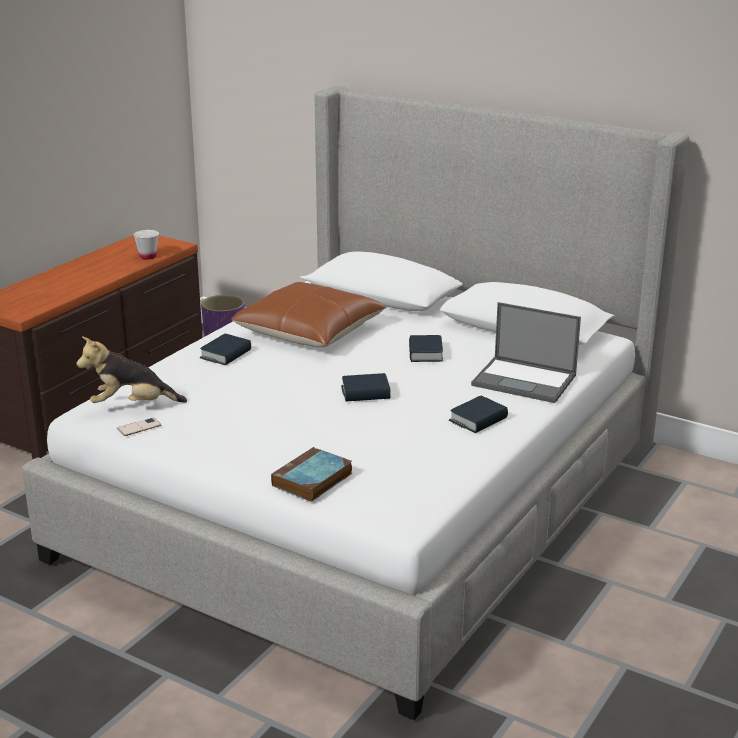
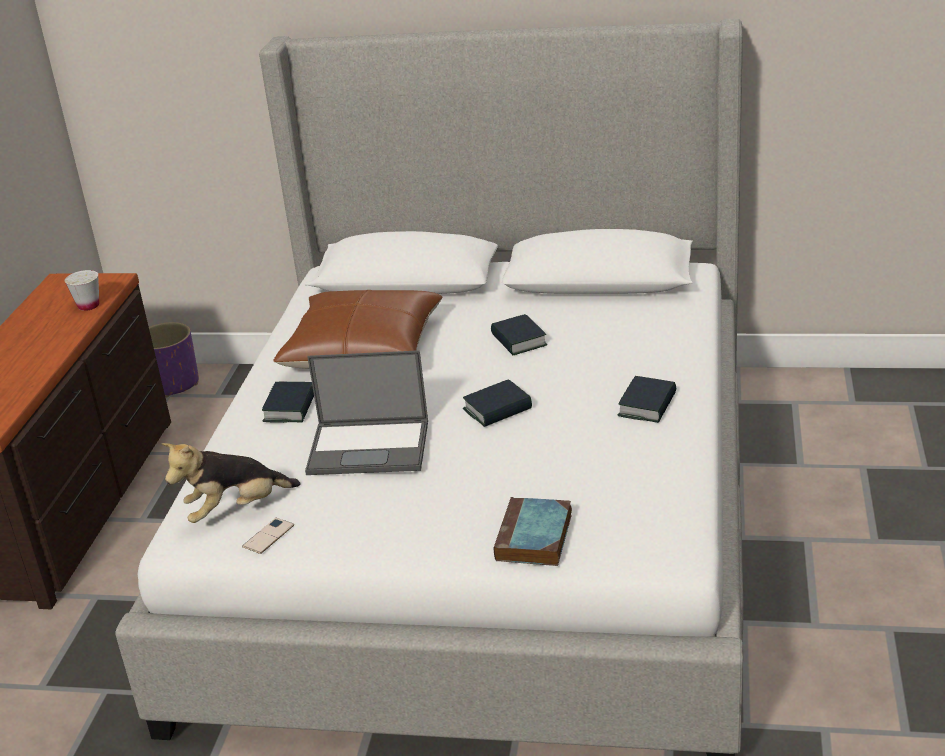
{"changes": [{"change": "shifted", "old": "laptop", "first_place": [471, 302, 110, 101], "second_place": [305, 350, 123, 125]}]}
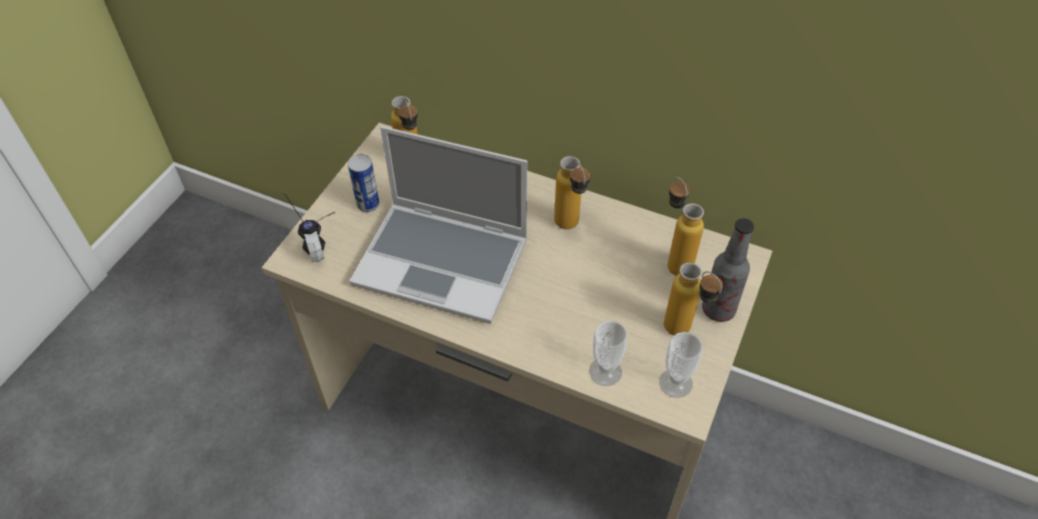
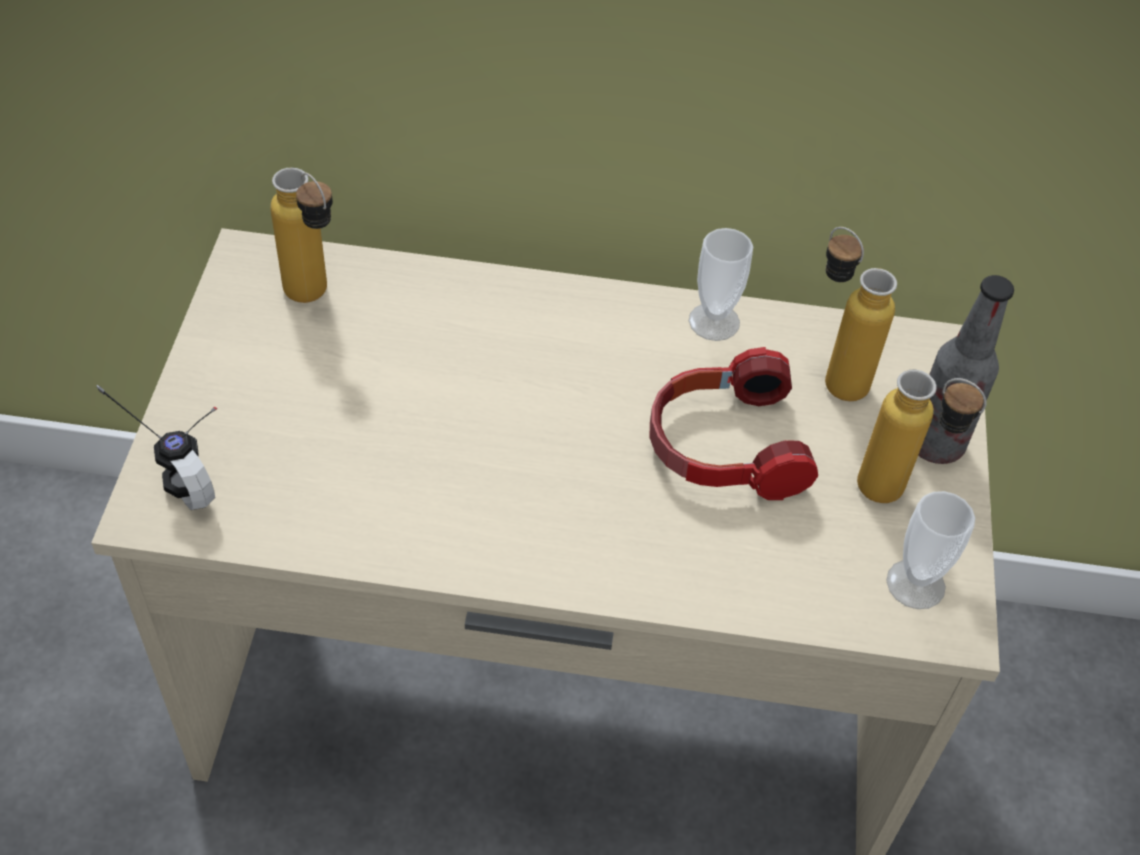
{"changes": [{"change": "new", "new": "headphones", "second_place": [650, 347, 168, 153]}, {"change": "shifted", "old": "cup", "first_place": [589, 321, 38, 65], "second_place": [689, 228, 64, 113]}, {"change": "gone", "old": "can", "first_place": [348, 154, 31, 58]}, {"change": "gone", "old": "laptop", "first_place": [349, 126, 178, 198]}, {"change": "gone", "old": "bottle", "first_place": [554, 156, 36, 73]}]}
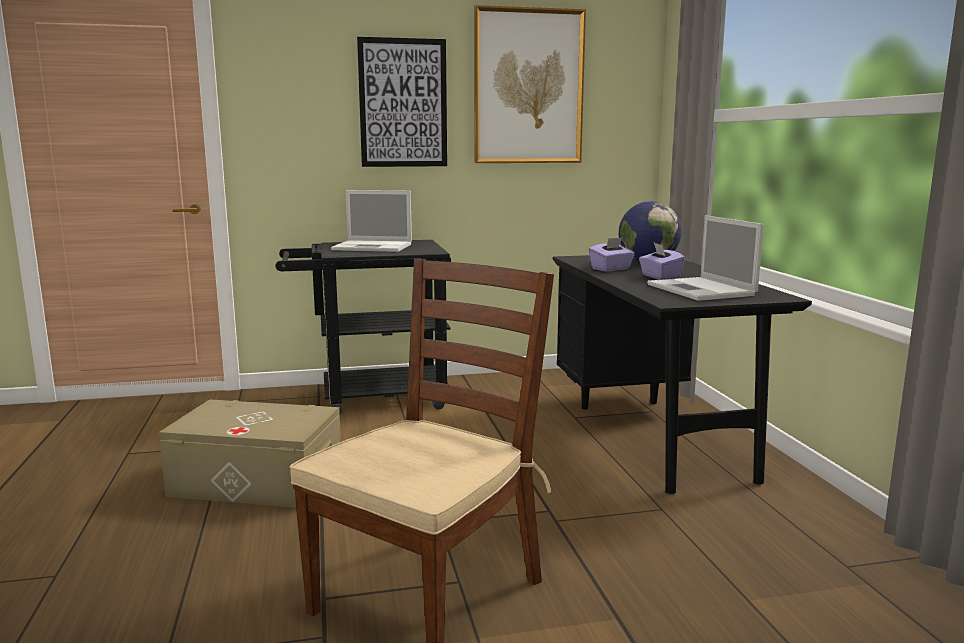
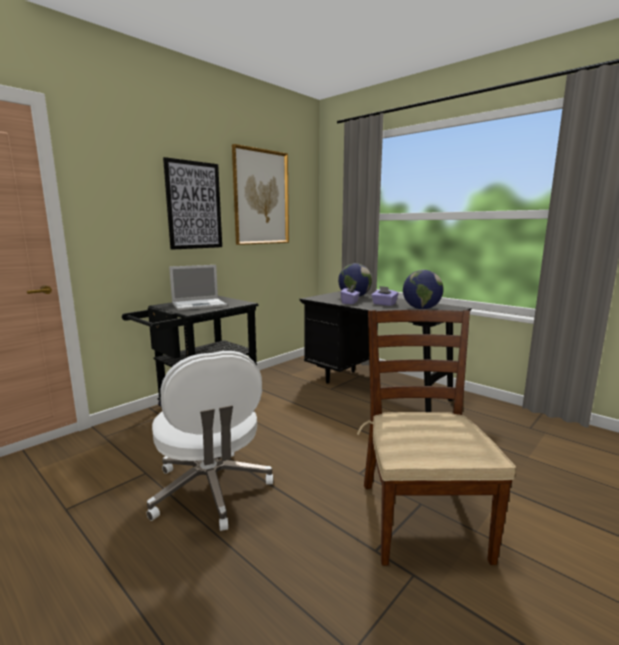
{"changes": [{"change": "swapped", "old": "storage box/beige", "new": "office chair/white", "first_place": [159, 399, 182, 109], "second_place": [147, 351, 126, 180]}, {"change": "swapped", "old": "laptop", "new": "globe", "first_place": [647, 215, 117, 86], "second_place": [403, 270, 41, 39]}]}
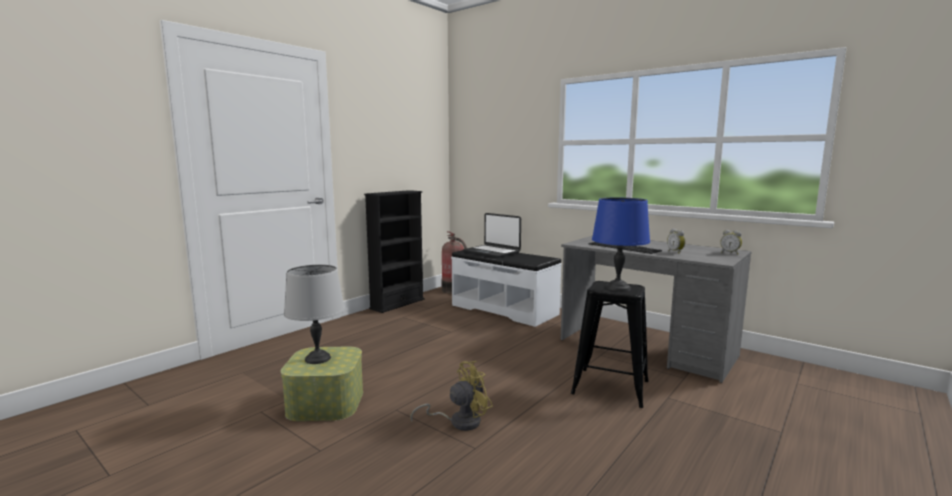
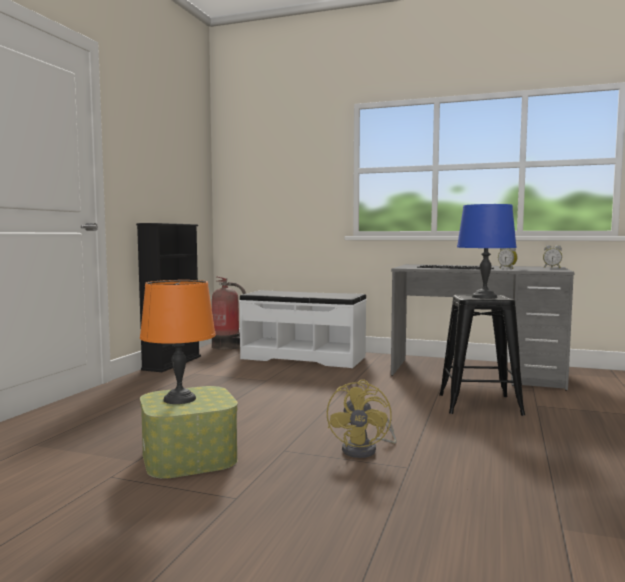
{"changes": [{"change": "repainted", "old": "table lamp/grey", "new": "table lamp/orange", "first_place": [284, 264, 61, 100], "second_place": [140, 280, 76, 124]}, {"change": "rotated", "old": "fan/yellow", "first_place": [410, 361, 83, 70], "second_place": [327, 379, 69, 79], "degrees": 150}, {"change": "gone", "old": "laptop", "first_place": [463, 213, 58, 45]}]}
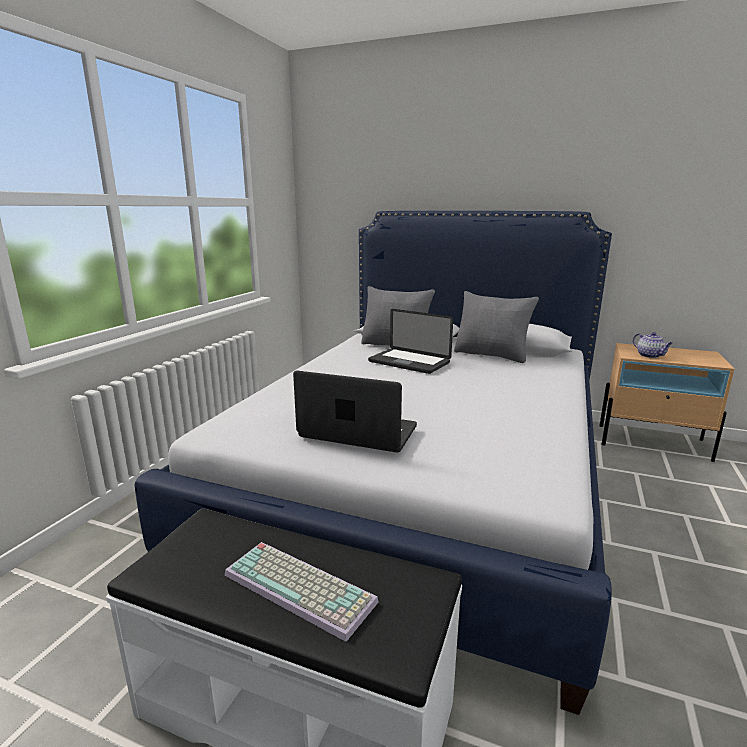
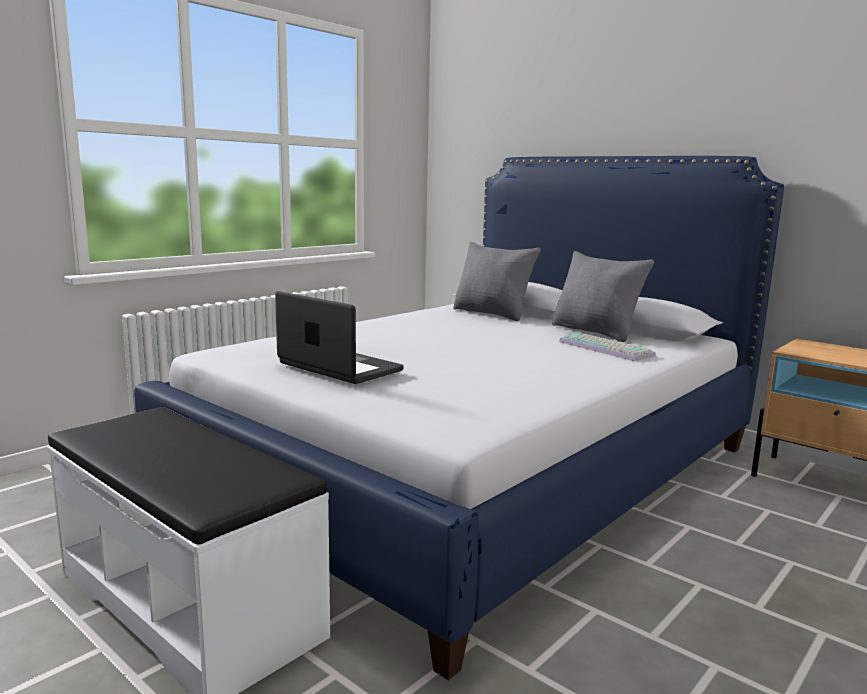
{"changes": [{"change": "shifted", "old": "keyboard", "first_place": [225, 542, 154, 100], "second_place": [559, 333, 97, 28]}, {"change": "gone", "old": "laptop", "first_place": [368, 309, 85, 65]}, {"change": "gone", "old": "teapot", "first_place": [633, 332, 40, 26]}]}
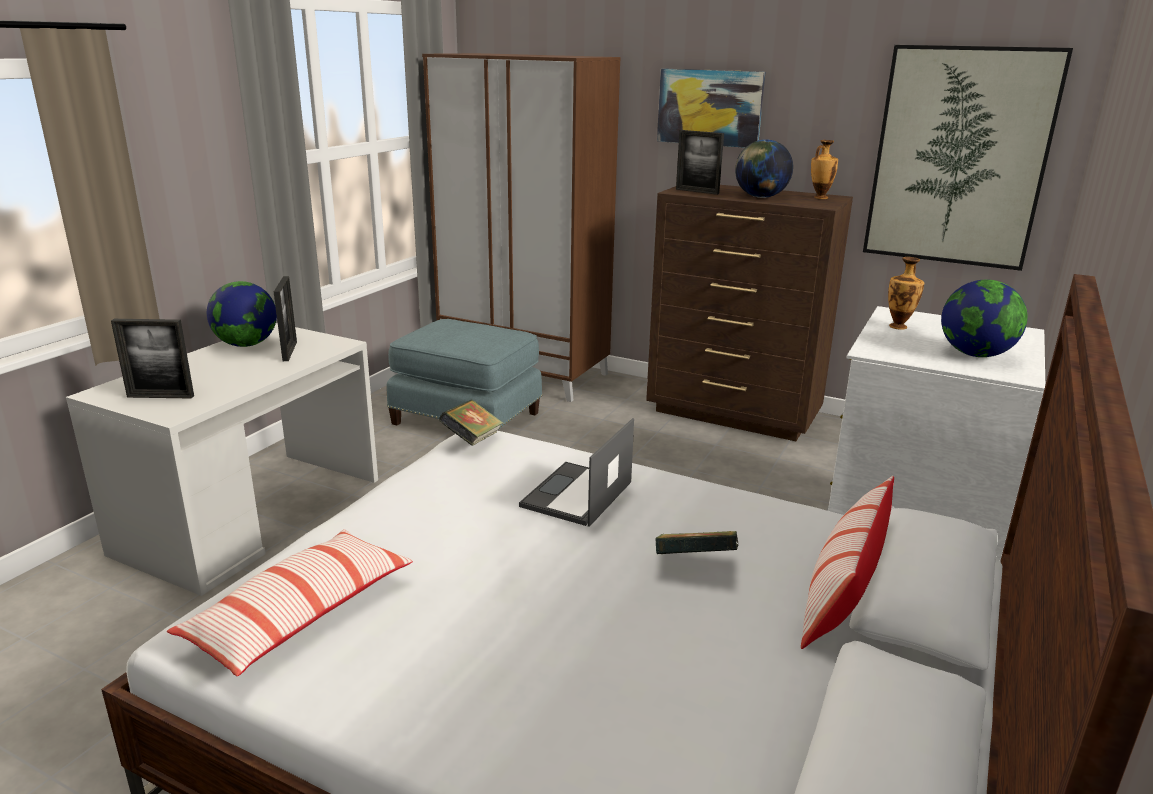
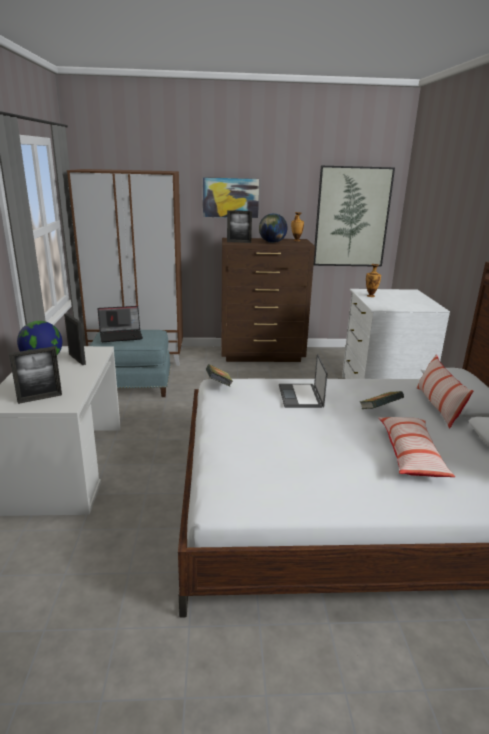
{"changes": [{"change": "new", "new": "laptop", "second_place": [97, 306, 46, 36]}, {"change": "shifted", "old": "pillow", "first_place": [167, 529, 246, 147], "second_place": [378, 417, 77, 60]}, {"change": "gone", "old": "globe", "first_place": [941, 280, 87, 77]}]}
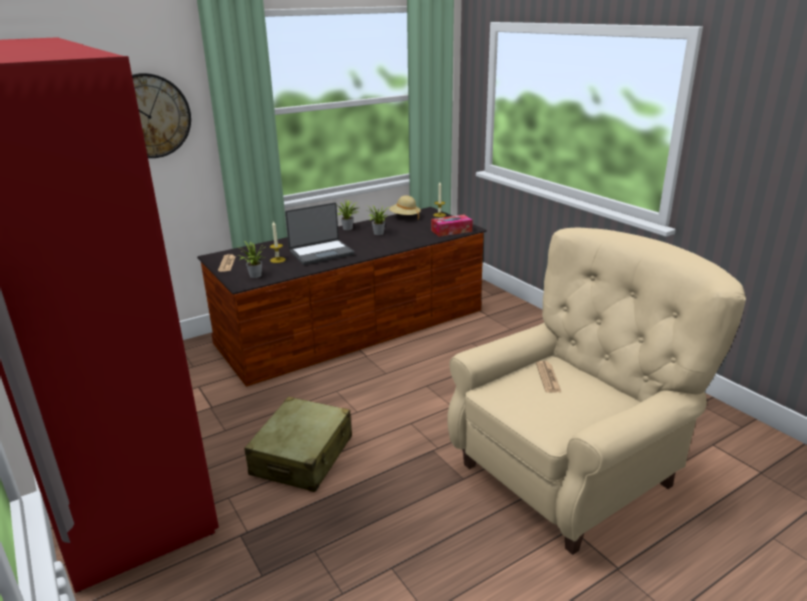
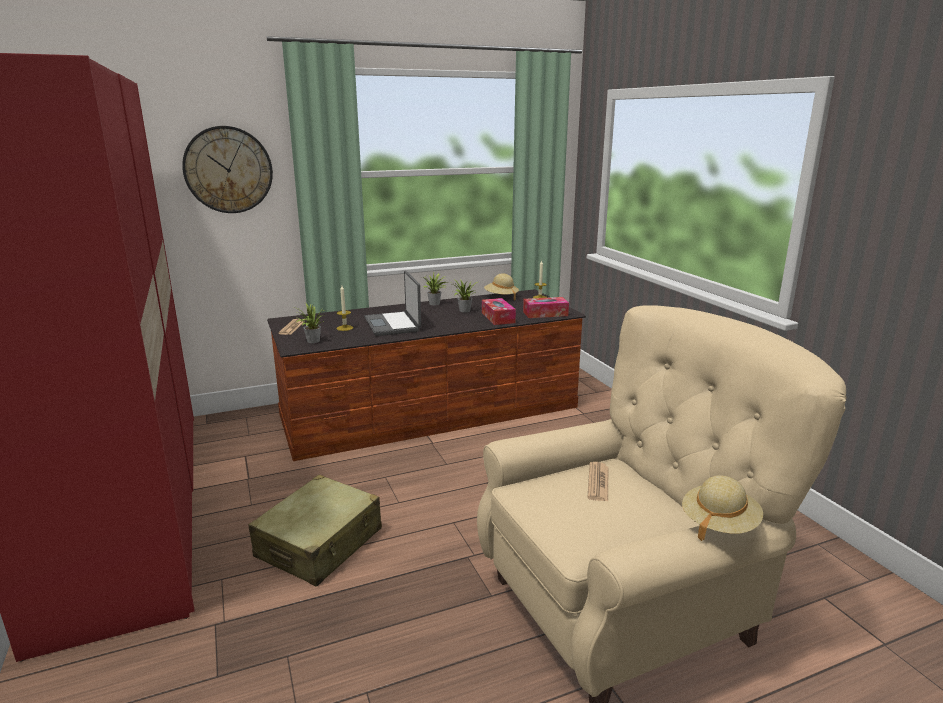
{"changes": [{"change": "rotated", "old": "laptop", "first_place": [285, 202, 70, 63], "second_place": [364, 271, 57, 65], "degrees": 90}, {"change": "new", "new": "tissue box", "second_place": [482, 298, 34, 27]}, {"change": "new", "new": "hat/beige", "second_place": [682, 475, 81, 66]}]}
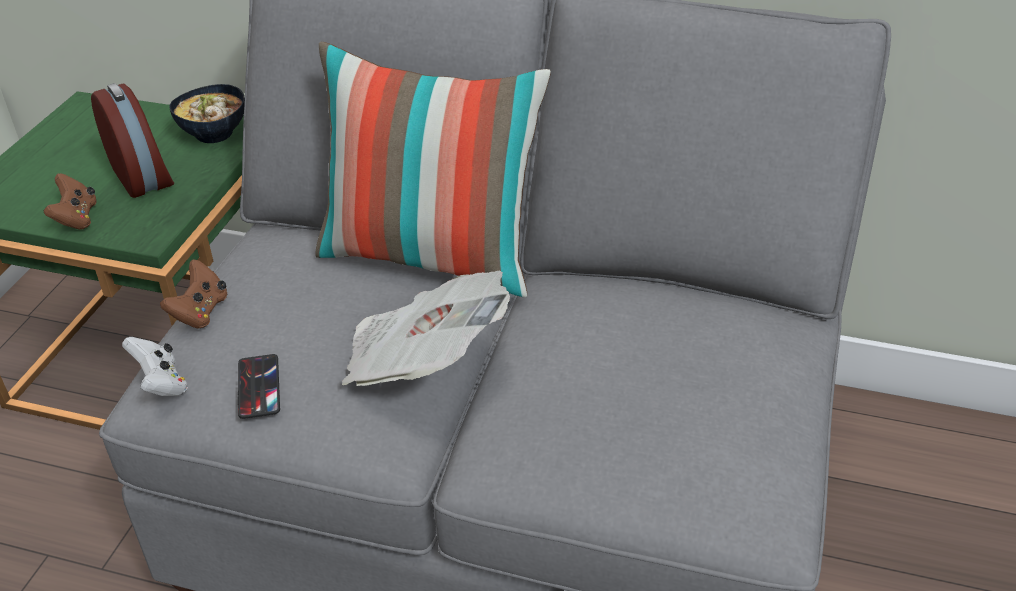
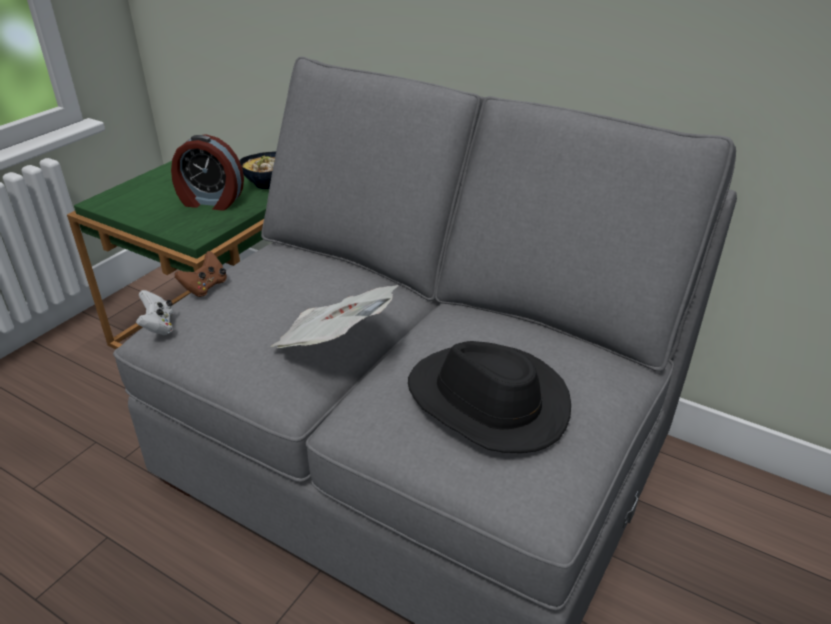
{"changes": [{"change": "rotated", "old": "alarm clock", "first_place": [91, 83, 83, 115], "second_place": [171, 134, 73, 77], "degrees": 120}, {"change": "new", "new": "hat/black", "second_place": [408, 341, 163, 112]}, {"change": "gone", "old": "game controller/brown", "first_place": [44, 174, 53, 56]}, {"change": "gone", "old": "phone", "first_place": [238, 354, 42, 65]}, {"change": "gone", "old": "pillow", "first_place": [315, 42, 236, 255]}]}
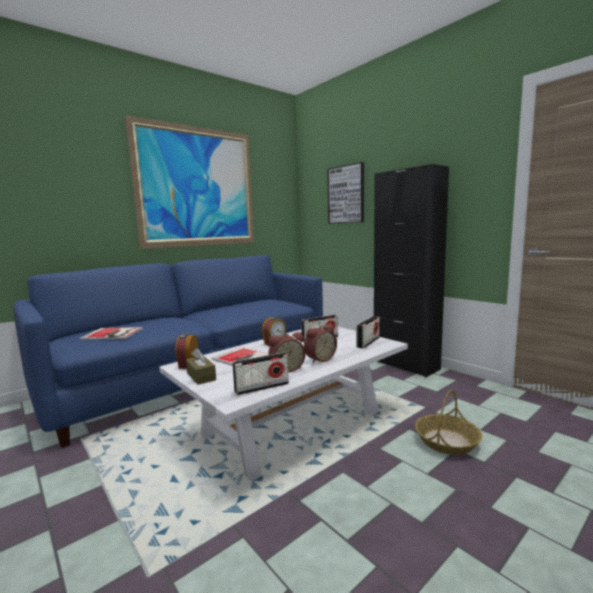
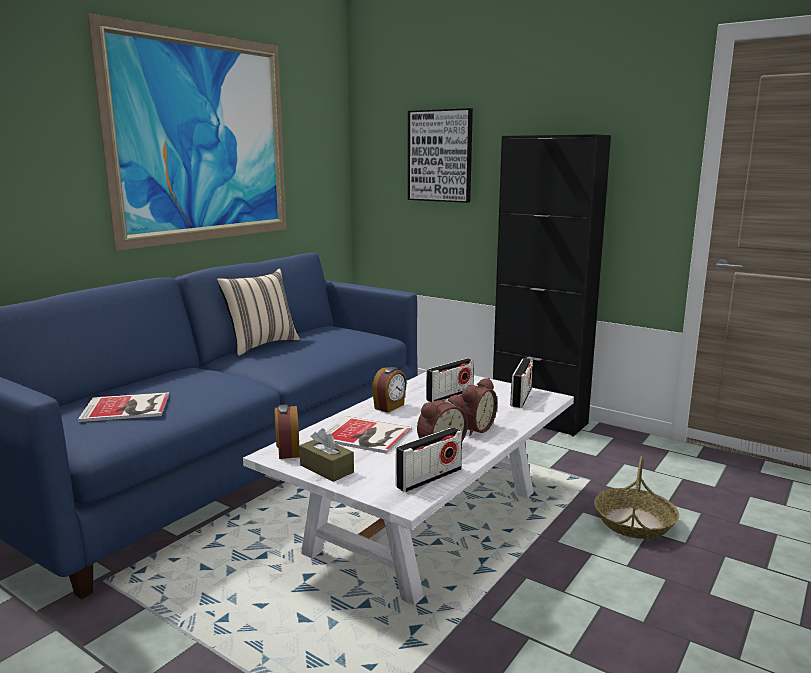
{"changes": [{"change": "new", "new": "pillow/beige", "second_place": [217, 269, 83, 87]}]}
